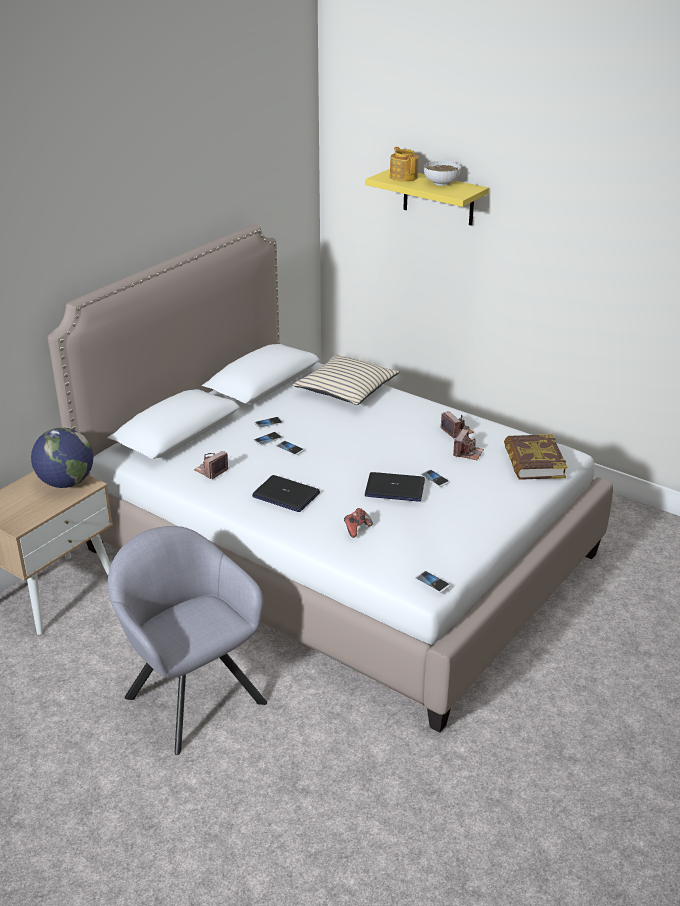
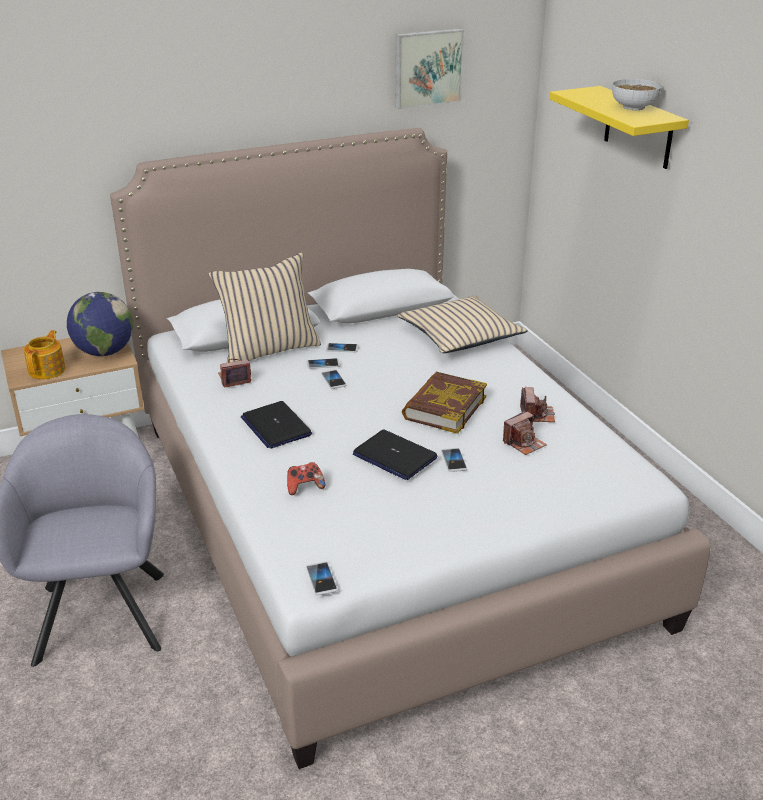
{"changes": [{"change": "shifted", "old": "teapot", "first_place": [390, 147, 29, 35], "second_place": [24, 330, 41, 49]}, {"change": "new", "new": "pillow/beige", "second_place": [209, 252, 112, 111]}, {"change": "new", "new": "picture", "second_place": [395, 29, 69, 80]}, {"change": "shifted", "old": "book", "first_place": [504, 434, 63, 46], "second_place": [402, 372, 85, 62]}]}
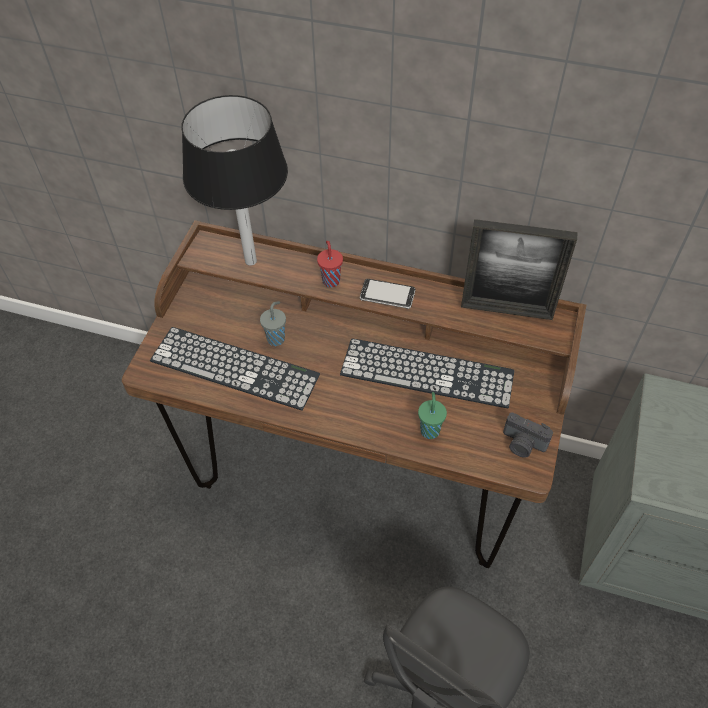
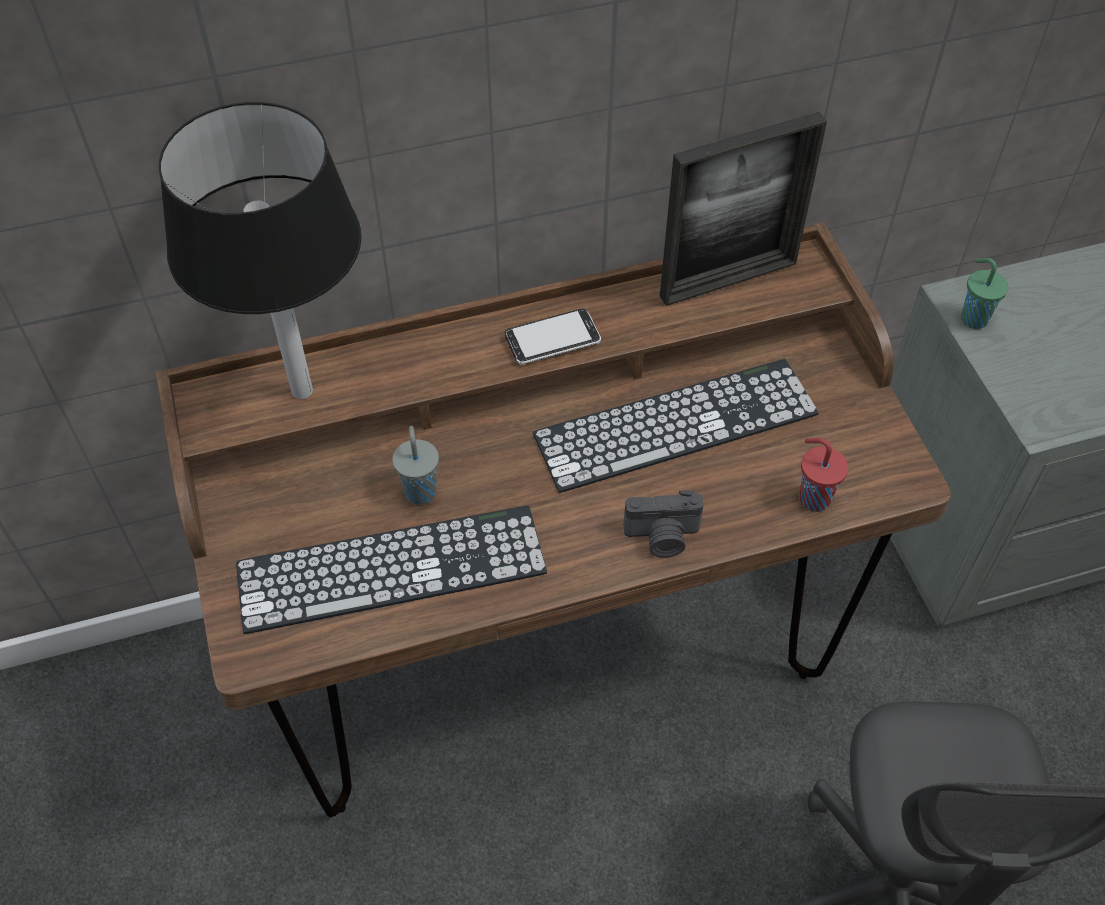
{"changes": [{"change": "shifted", "old": "photo camera", "first_place": [503, 412, 50, 46], "second_place": [624, 490, 80, 68]}, {"change": "shifted", "old": "cup/red", "first_place": [317, 241, 26, 46], "second_place": [799, 438, 49, 74]}, {"change": "shifted", "old": "cup/green", "first_place": [418, 392, 29, 47], "second_place": [961, 258, 47, 71]}]}
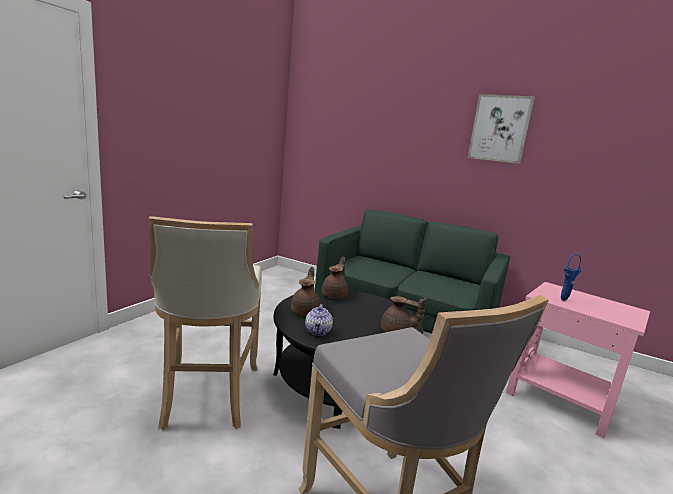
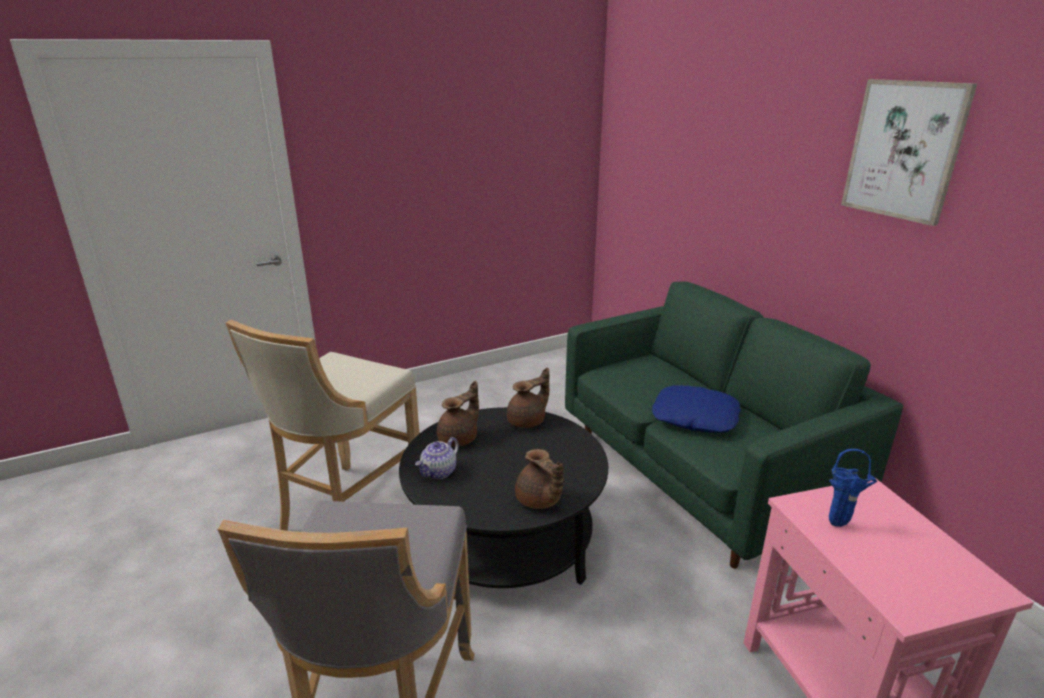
{"changes": [{"change": "new", "new": "pillow/blue", "second_place": [652, 386, 89, 47]}]}
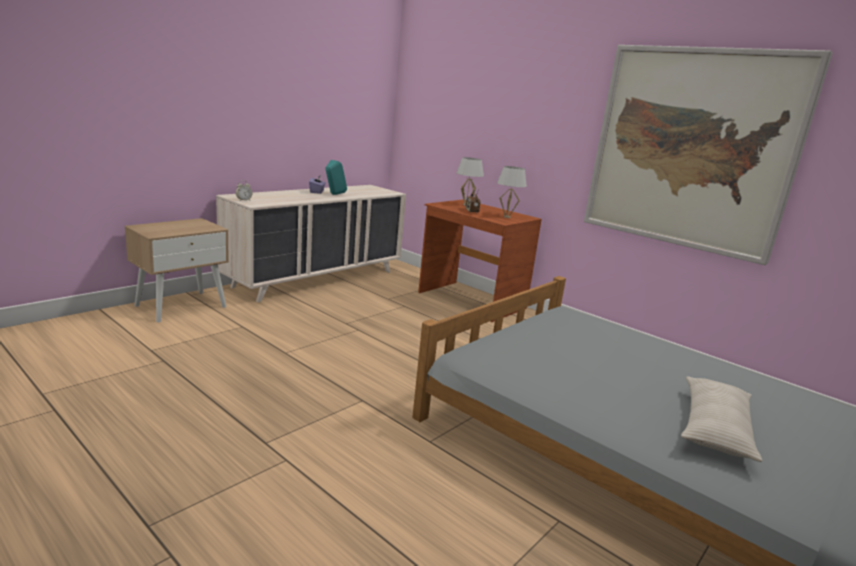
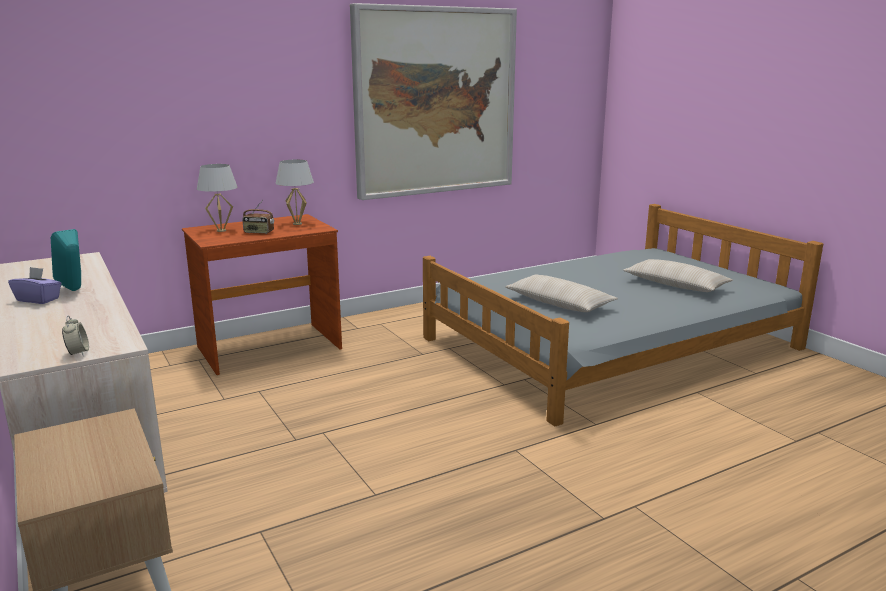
{"changes": [{"change": "new", "new": "pillow/beige", "second_place": [505, 275, 113, 37]}]}
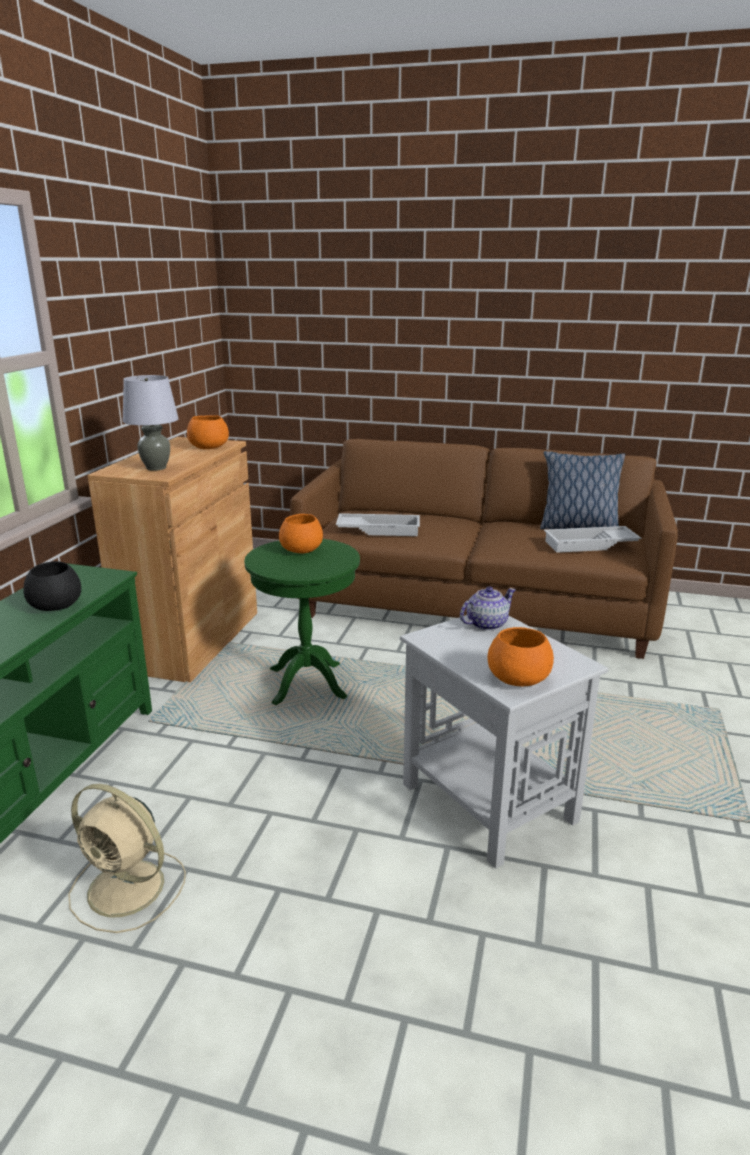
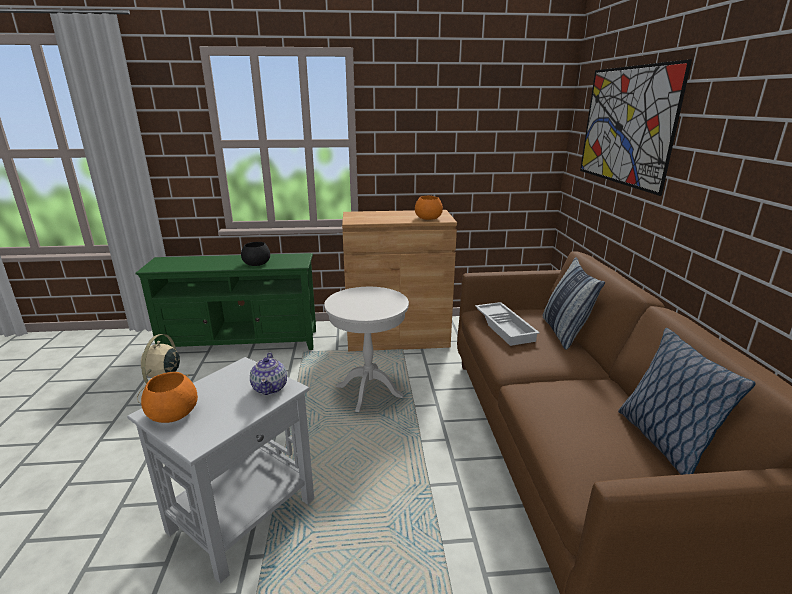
{"changes": [{"change": "rotated", "old": "teapot", "first_place": [460, 587, 56, 44], "second_place": [250, 353, 37, 42], "degrees": 45}, {"change": "repainted", "old": "side table/green", "new": "side table/white", "first_place": [244, 539, 116, 166], "second_place": [324, 287, 85, 125]}, {"change": "new", "new": "pillow", "second_place": [543, 257, 62, 93]}, {"change": "new", "new": "picture", "second_place": [580, 59, 112, 137]}, {"change": "gone", "old": "table lamp/grey", "first_place": [123, 375, 56, 96]}, {"change": "gone", "old": "bowl/orange", "first_place": [279, 514, 44, 39]}, {"change": "gone", "old": "tray/white", "first_place": [544, 526, 97, 27]}]}
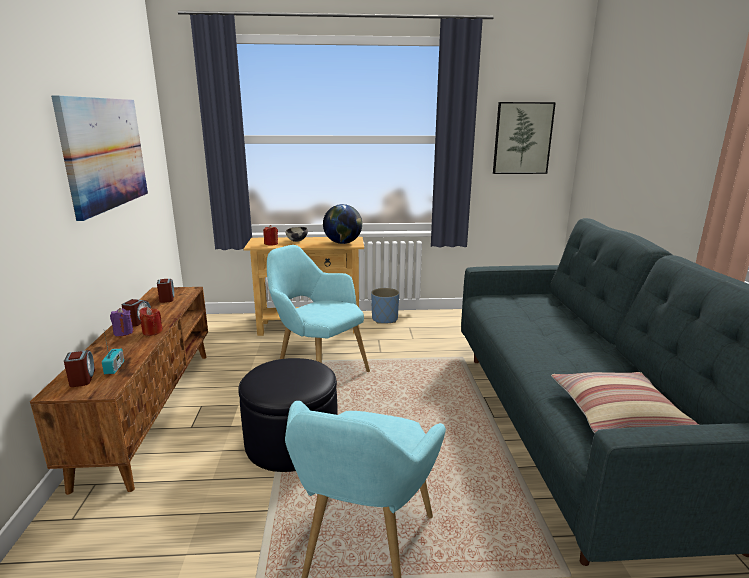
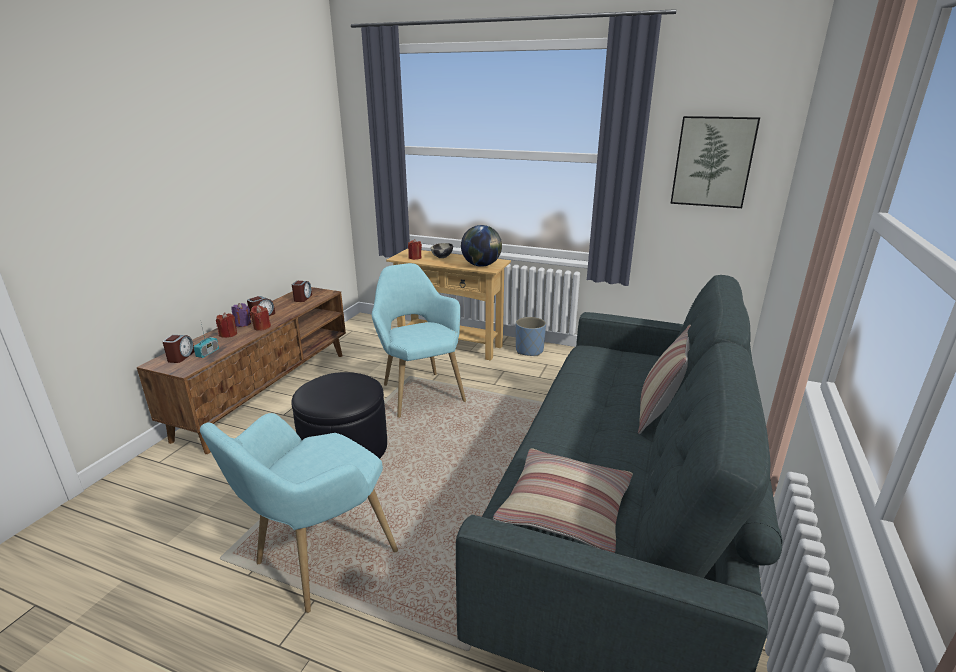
{"changes": [{"change": "new", "new": "candle/red", "second_place": [216, 313, 21, 25]}, {"change": "new", "new": "pillow", "second_place": [638, 325, 53, 109]}, {"change": "gone", "old": "picture", "first_place": [51, 96, 97, 125]}]}
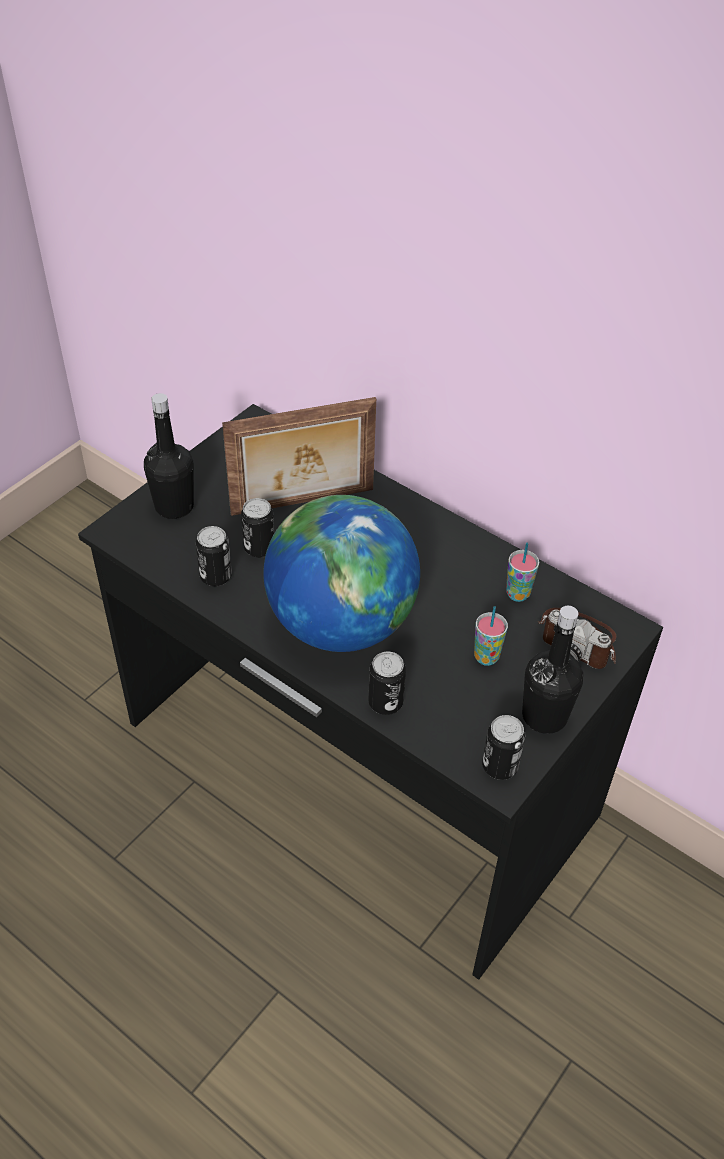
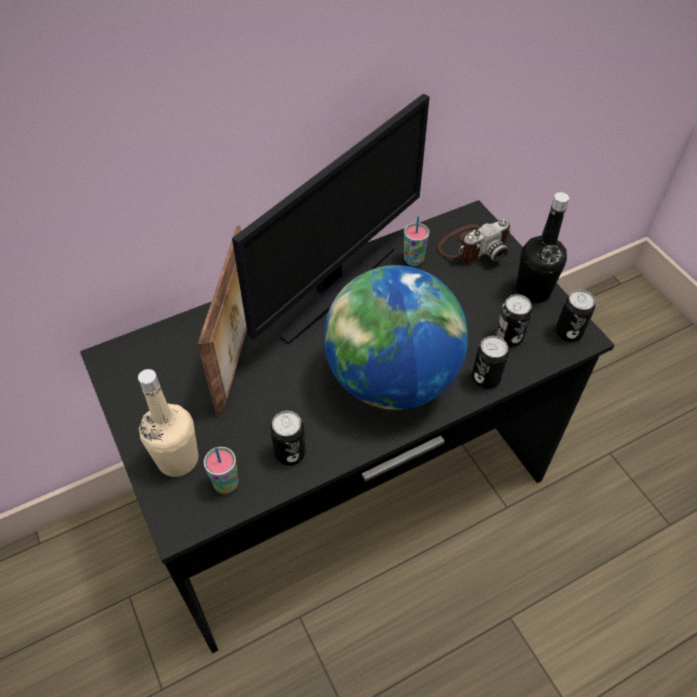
{"changes": [{"change": "repainted", "old": "bottle/black", "new": "bottle/beige", "first_place": [144, 393, 50, 126], "second_place": [138, 369, 61, 108]}, {"change": "shifted", "old": "cup", "first_place": [474, 606, 34, 60], "second_place": [204, 447, 34, 47]}, {"change": "new", "new": "monitor", "second_place": [232, 94, 198, 250]}, {"change": "shifted", "old": "can", "first_place": [241, 498, 33, 60], "second_place": [495, 294, 37, 53]}]}
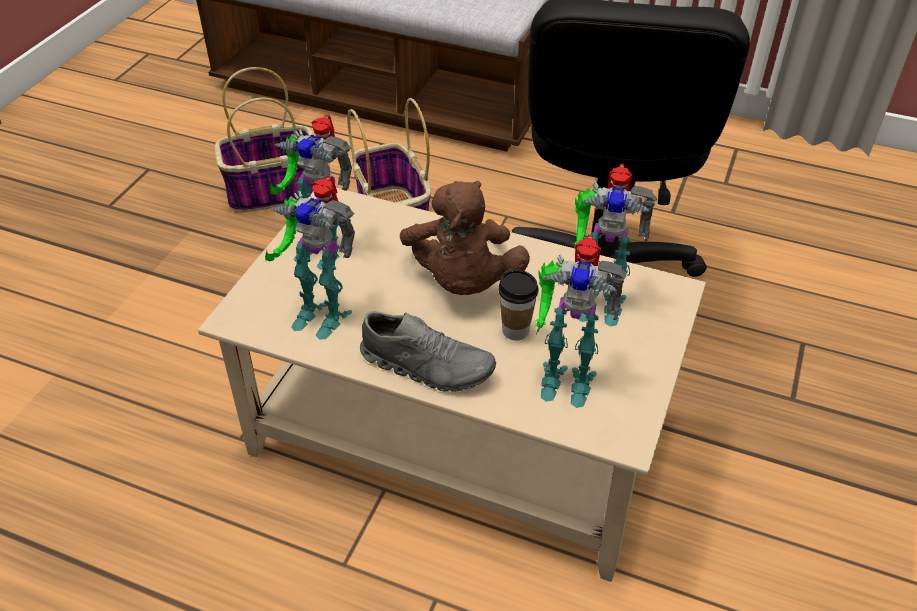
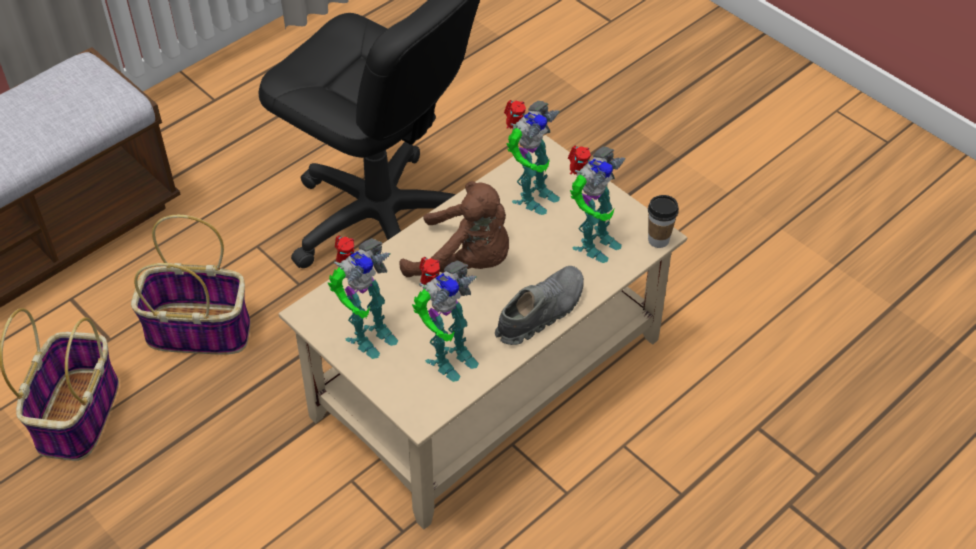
{"changes": [{"change": "shifted", "old": "cup", "first_place": [498, 269, 41, 71], "second_place": [648, 195, 31, 53]}]}
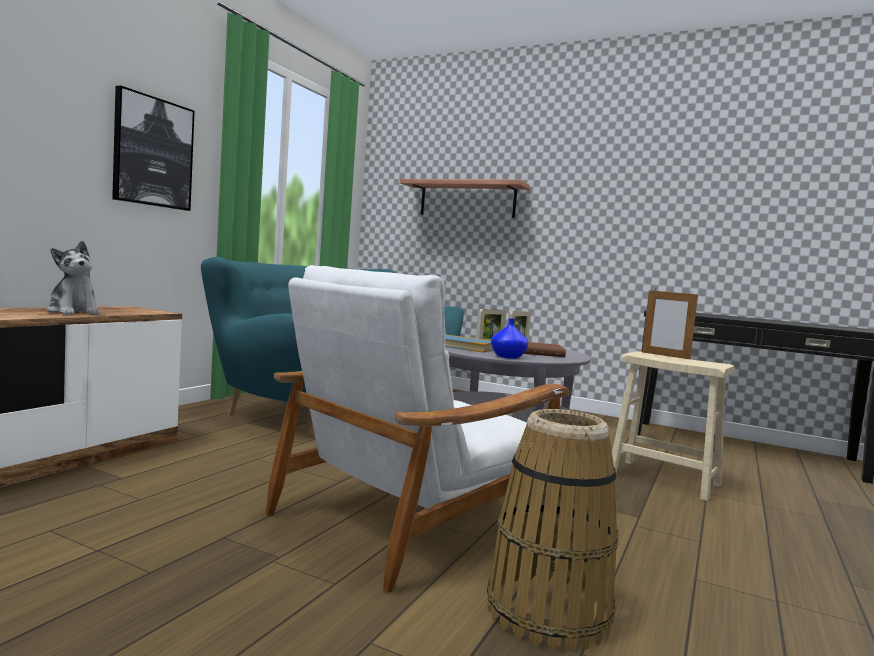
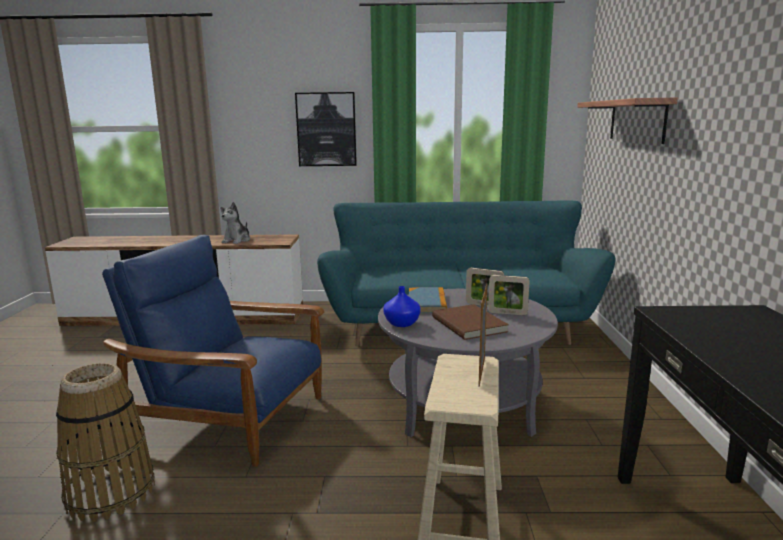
{"changes": [{"change": "repainted", "old": "armchair/white", "new": "armchair/blue", "first_place": [266, 265, 303, 327], "second_place": [102, 234, 222, 233]}]}
